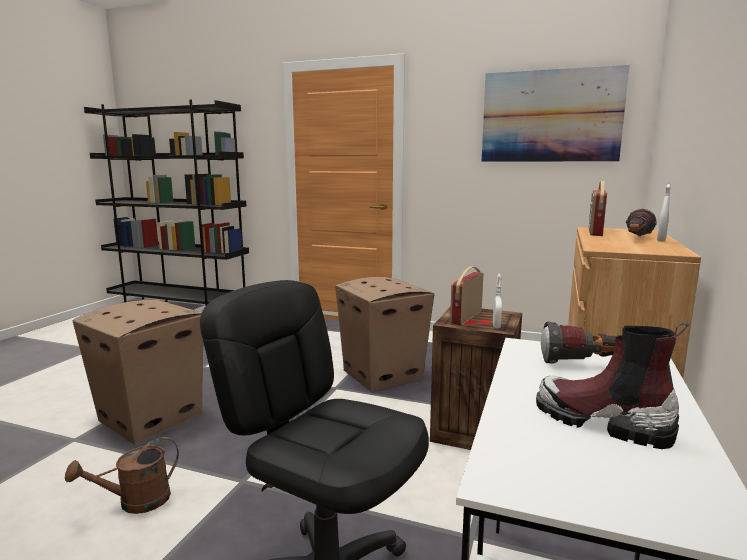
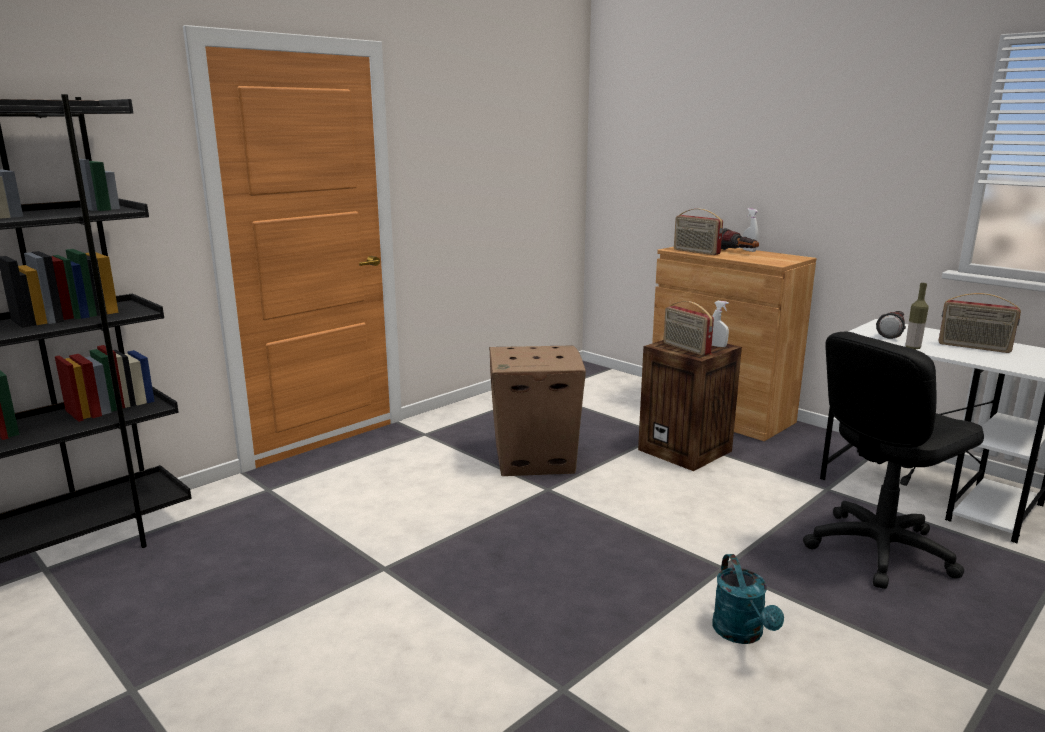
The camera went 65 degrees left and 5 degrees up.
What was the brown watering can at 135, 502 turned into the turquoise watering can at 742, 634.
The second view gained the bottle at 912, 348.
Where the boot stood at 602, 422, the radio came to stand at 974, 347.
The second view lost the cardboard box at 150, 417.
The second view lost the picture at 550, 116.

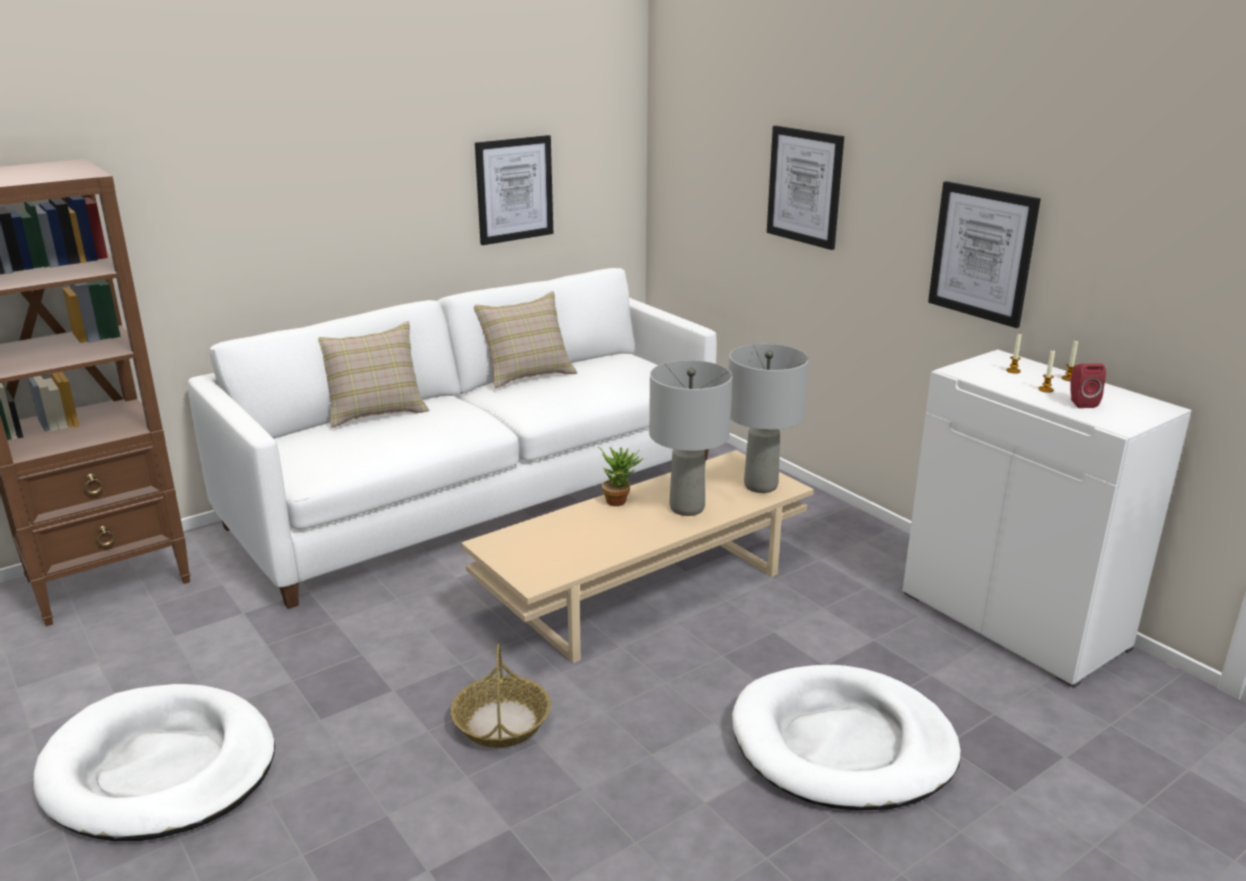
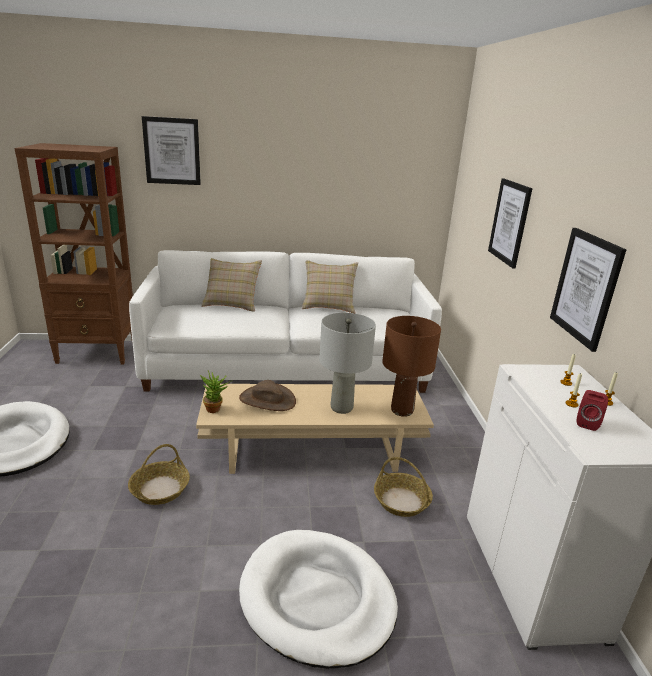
The camera went 30 degrees right and 0 degrees up.
The picture ended up elsewhere, having gone from 514, 189 to 172, 151.
The potted plant ended up elsewhere, having gone from 619, 500 to 216, 409.
The second view gained the brown hat at 267, 400.
The second view gained the basket at 402, 501.
What was the grey table lamp at 761, 486 turned into the brown table lamp at 402, 411.

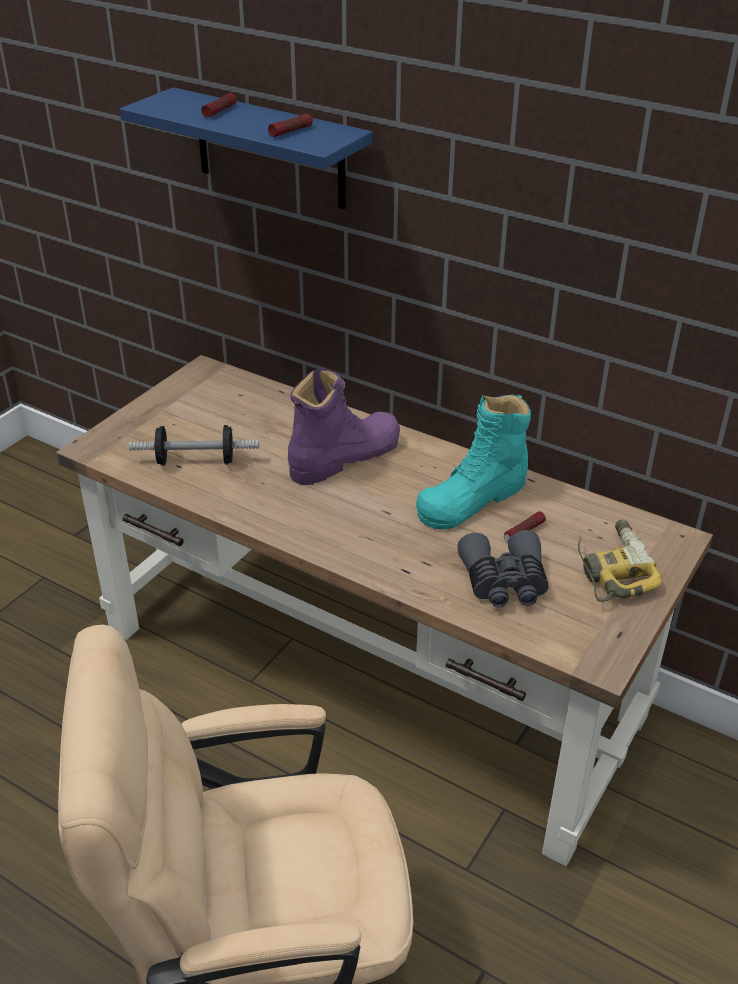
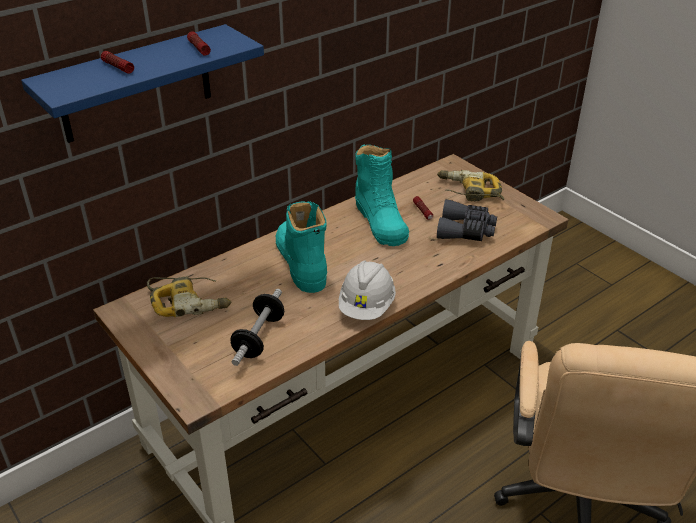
The camera went 70 degrees left and 0 degrees up.
The second view gained the power drill at 189, 301.
What was the purple boot at 344, 457 turned into the turquoise boot at 301, 262.
The second view gained the white hard hat at 367, 306.

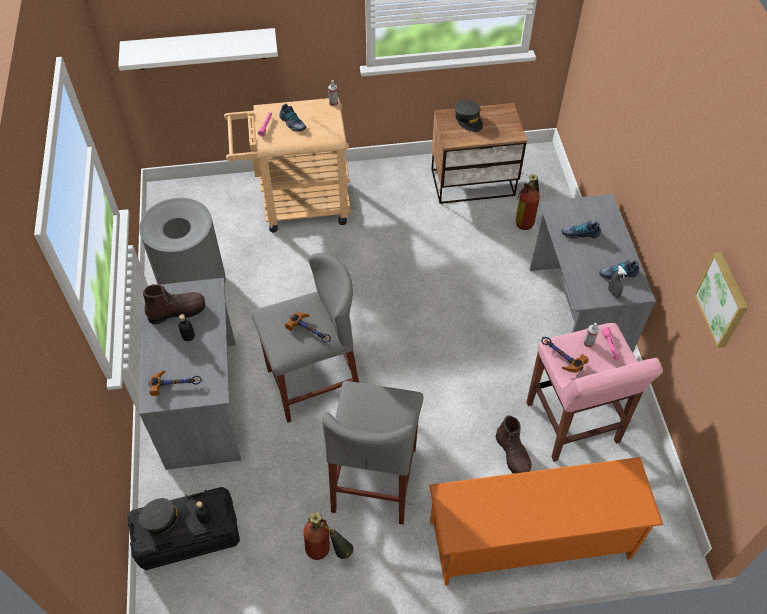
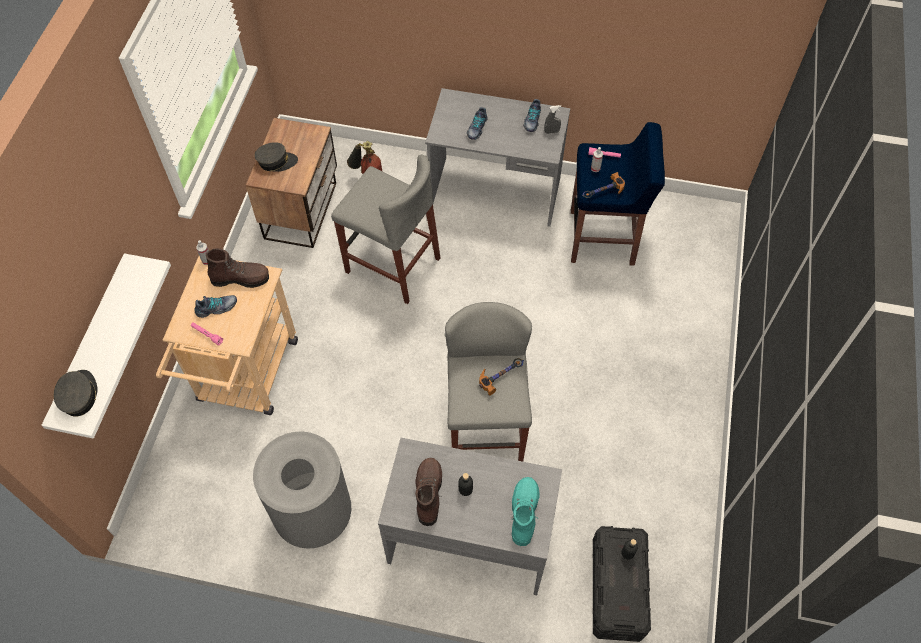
The camera went 70 degrees left and 5 degrees up.
The grey cap ended up elsewhere, having gone from 164, 518 to 79, 395.
The brown boot ended up elsewhere, having gone from 512, 454 to 241, 278.
The grey stool ended up elsewhere, having gone from 374, 479 to 392, 265.
Where the hammer stood at 177, 384, the turquoise boot came to stand at 523, 513.
What was the pink stool at 572, 424 turned into the blue stool at 603, 238.
The second view lost the fire extinguisher at 327, 553.
The second view lost the orange shoe rack at 530, 540.
The second view lost the picture at 723, 300.

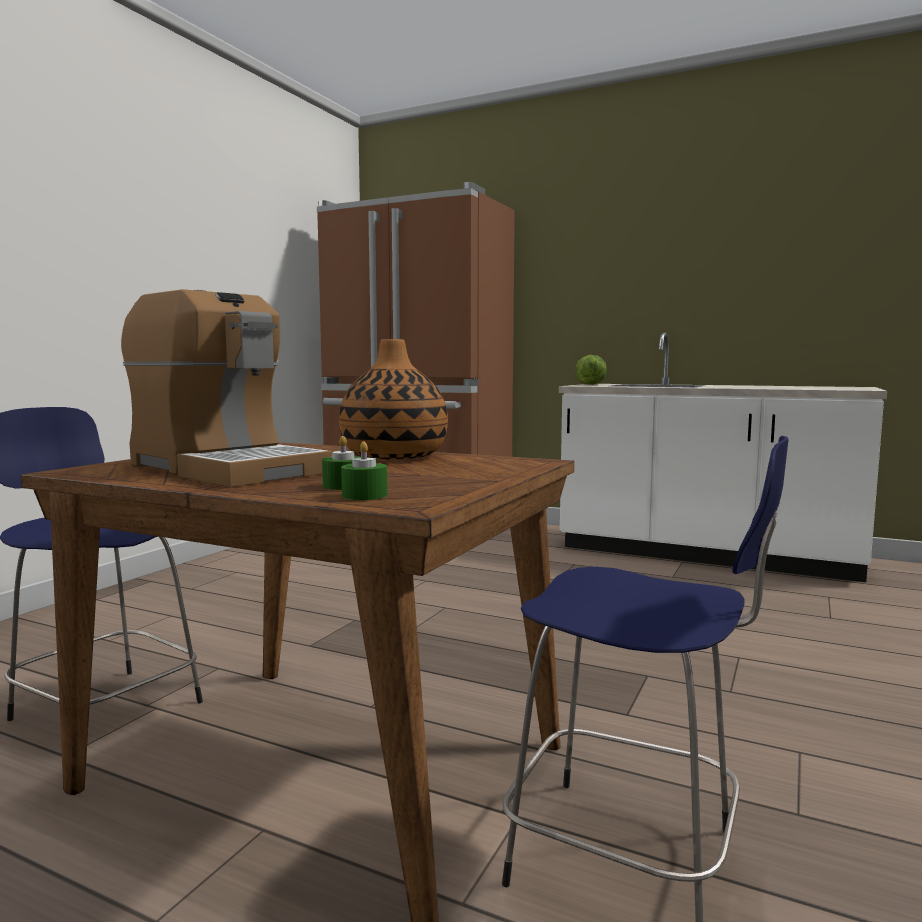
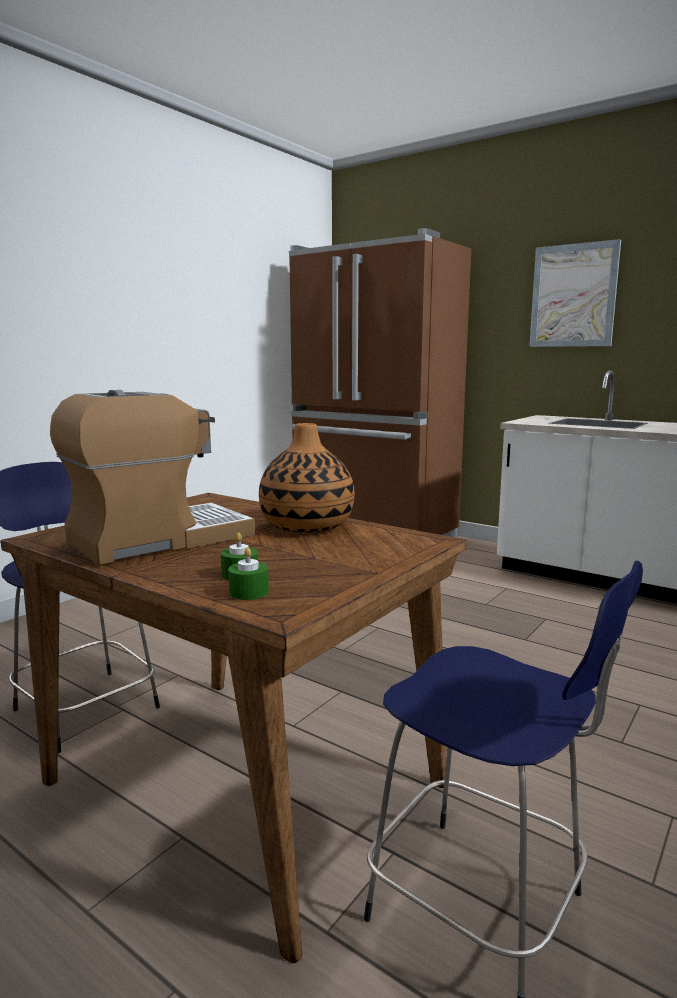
The camera went 10 degrees right and 5 degrees up.
The coffee machine at 225, 469 ended up facing another way, 90 degrees counterclockwise from before.
The second view gained the picture at 573, 296.
The second view lost the lettuce at 592, 384.

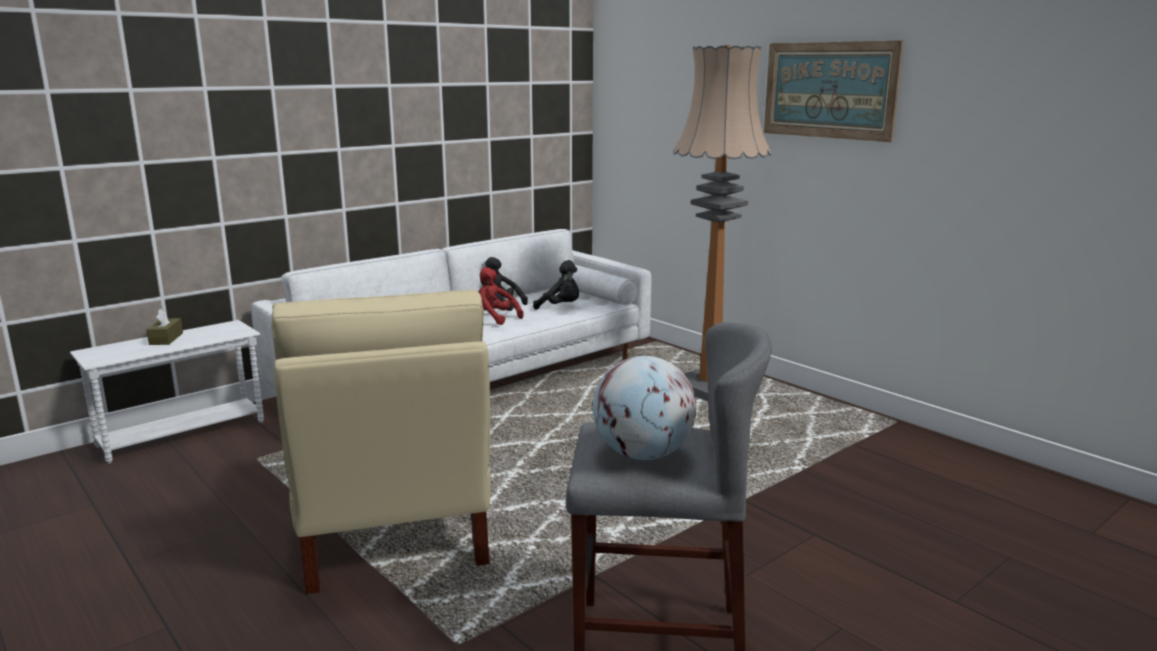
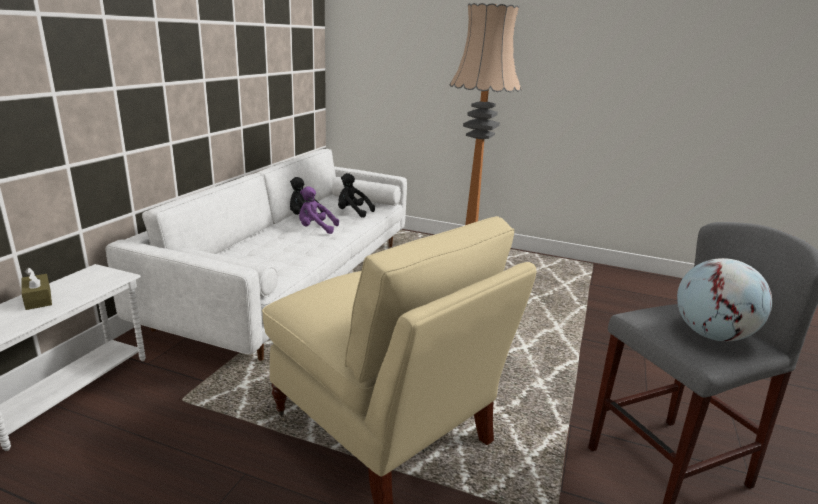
The camera went 30 degrees left and 5 degrees up.
What was the red plush toy at 493, 319 turned into the purple plush toy at 315, 229.
The black plush toy at 560, 307 ended up facing another way, 150 degrees counterclockwise from before.
The second view lost the picture at 829, 90.

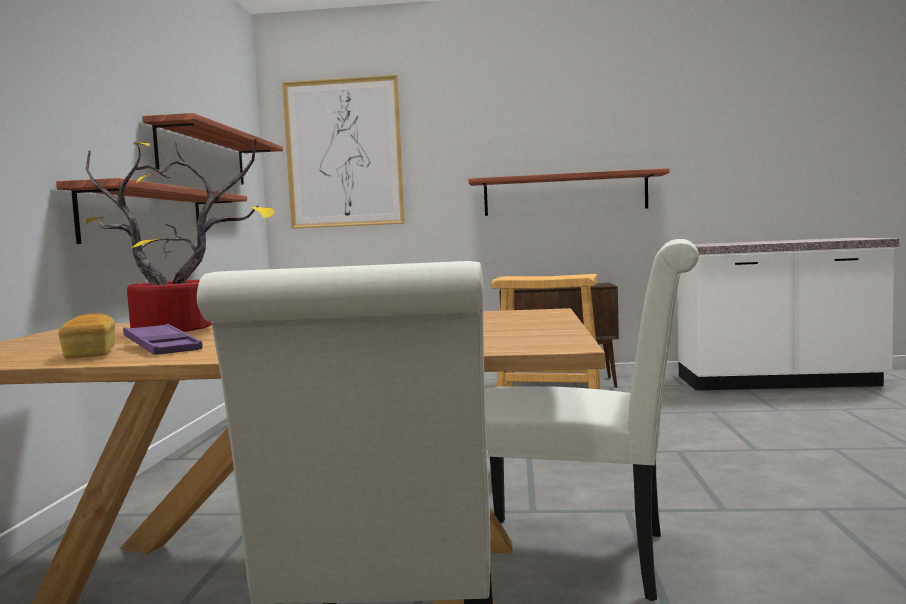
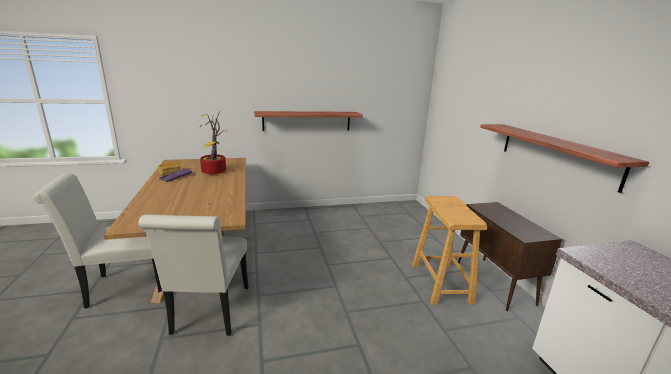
The camera went 70 degrees right and 15 degrees up.
The second view lost the shelf at 203, 156.
The second view lost the picture at 344, 153.

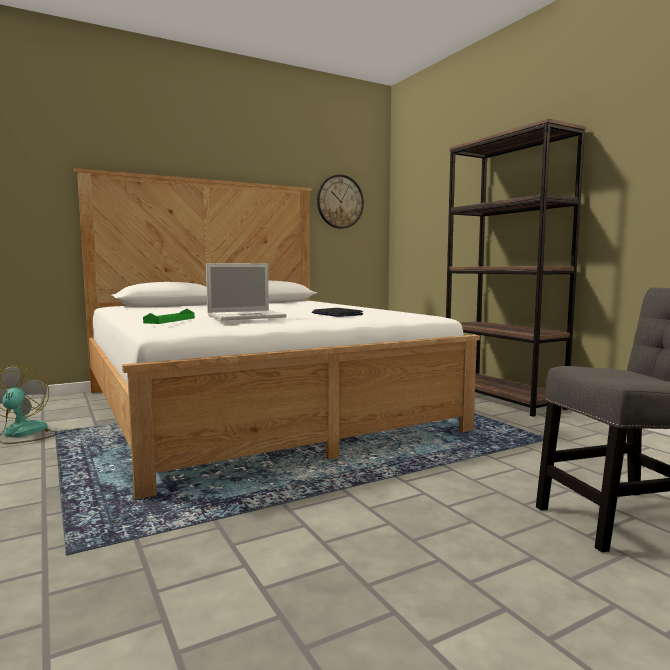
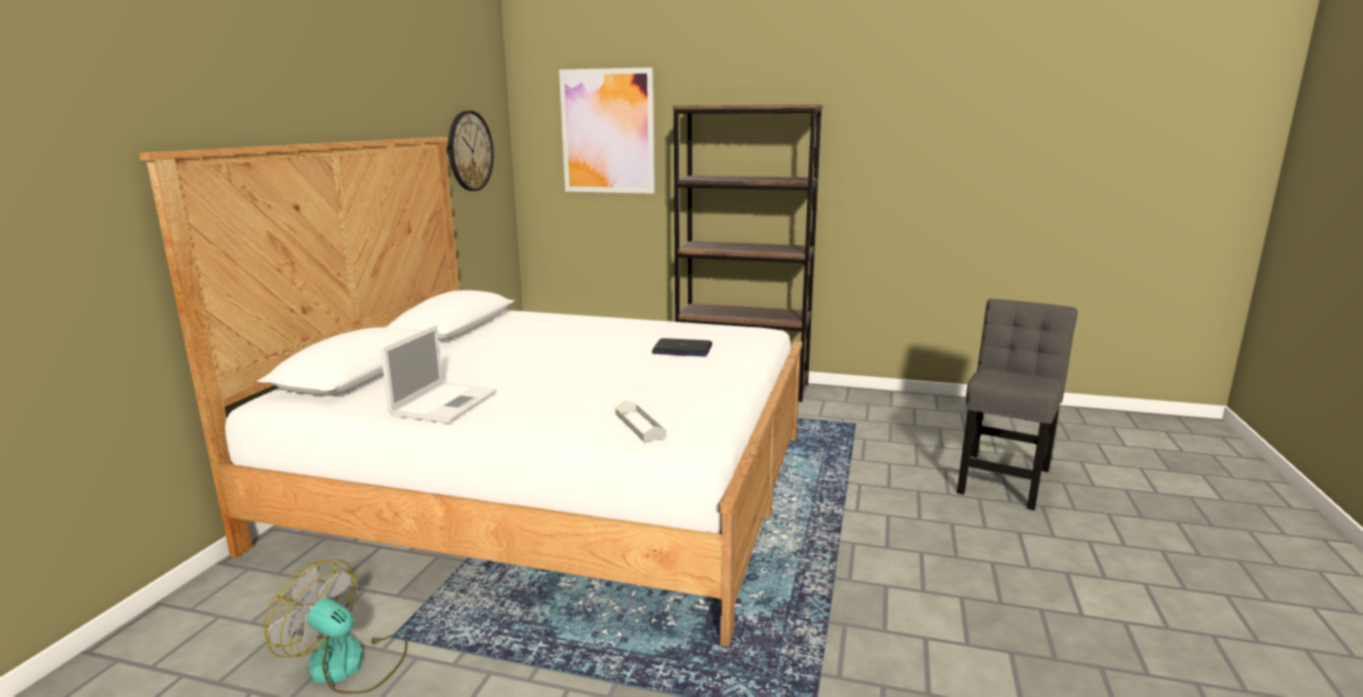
The camera went 45 degrees left and 10 degrees up.
The laptop ended up elsewhere, having gone from 247, 316 to 445, 403.
The second view gained the picture at 608, 131.
What was the green tray at 170, 320 turned into the grey tray at 640, 425.

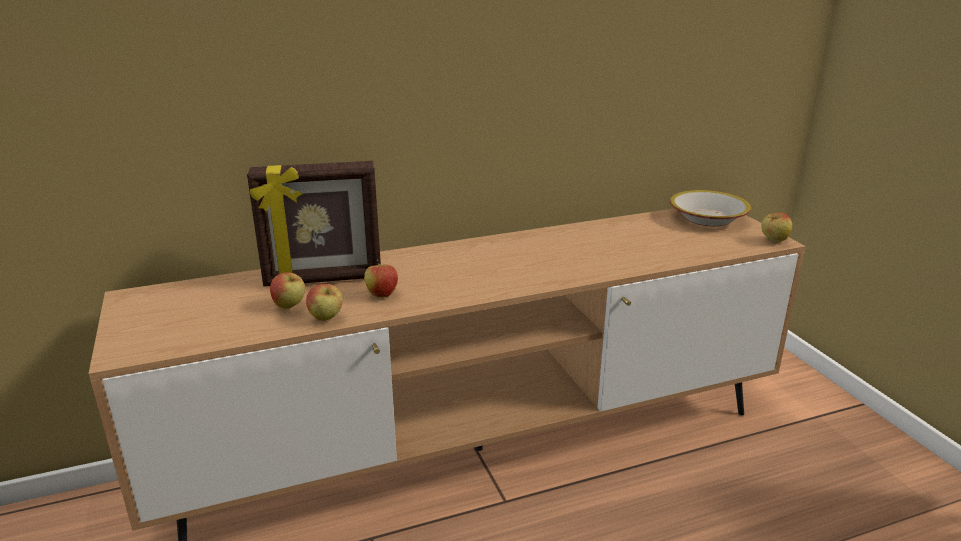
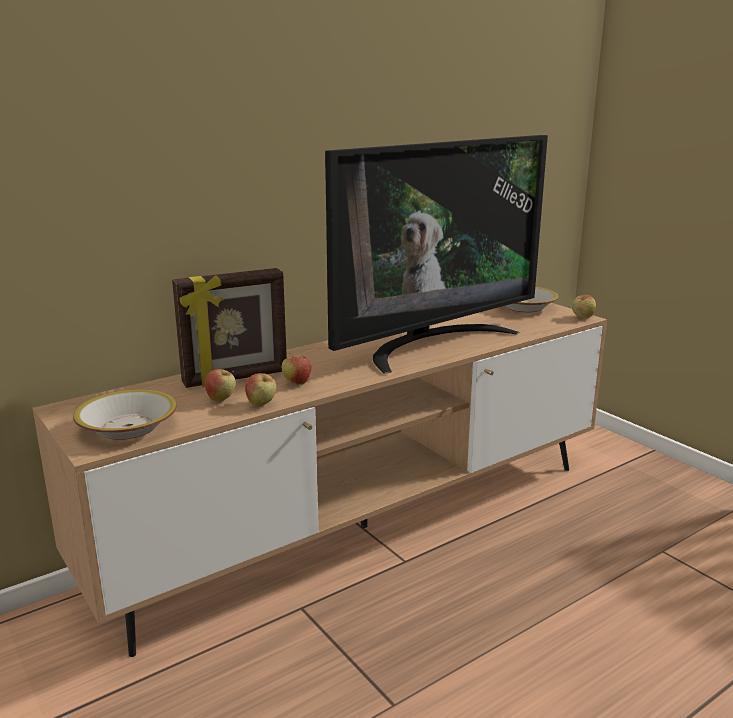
The camera went 15 degrees left and 5 degrees down.
The second view gained the bowl at 128, 427.
The second view gained the television at 432, 343.

